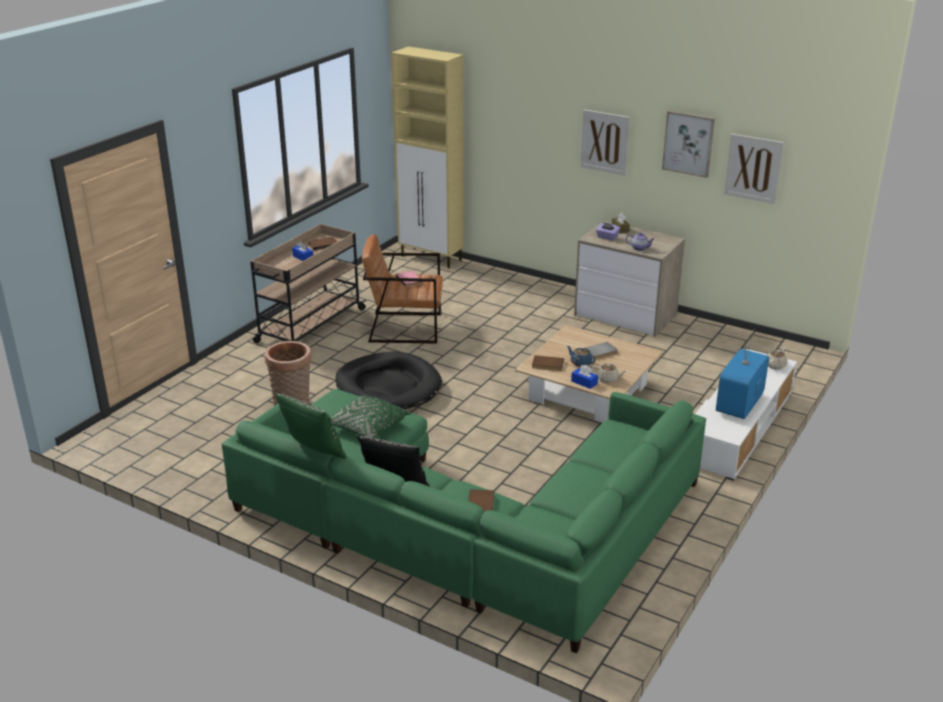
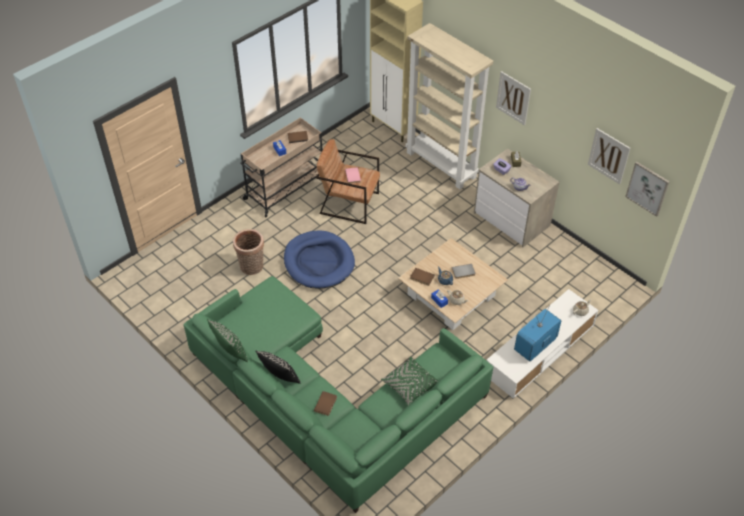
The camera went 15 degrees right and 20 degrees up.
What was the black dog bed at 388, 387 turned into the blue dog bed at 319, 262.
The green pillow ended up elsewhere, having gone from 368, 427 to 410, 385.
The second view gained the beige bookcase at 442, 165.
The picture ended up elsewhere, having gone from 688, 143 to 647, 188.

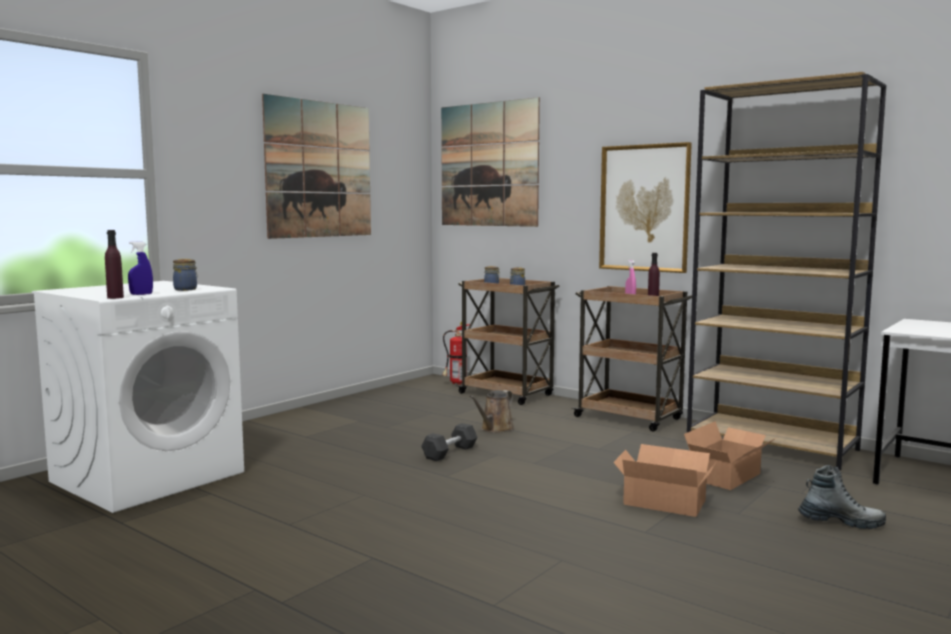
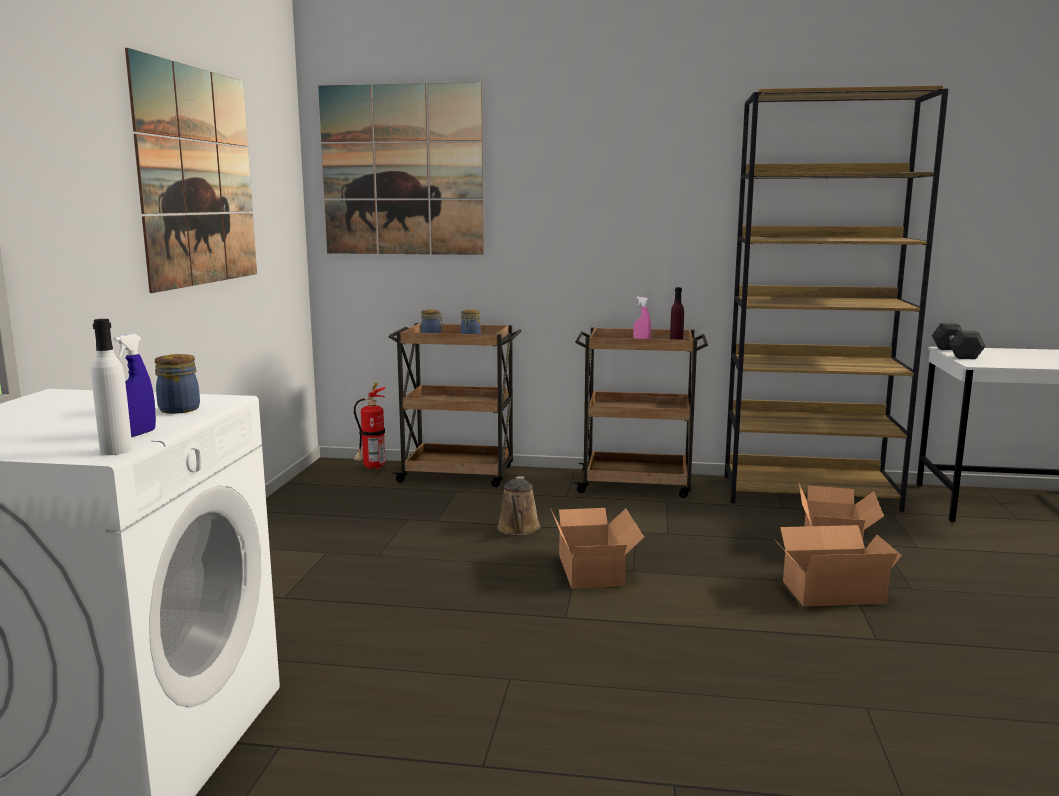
The camera went 30 degrees left and 5 degrees up.
What was the purple bottle at 115, 297 turned into the white bottle at 116, 450.
The second view gained the cardboard box at 593, 569.
The grey dumbbell ended up elsewhere, having gone from 450, 452 to 956, 353.
The second view lost the picture at 644, 208.
The second view lost the boot at 840, 522.

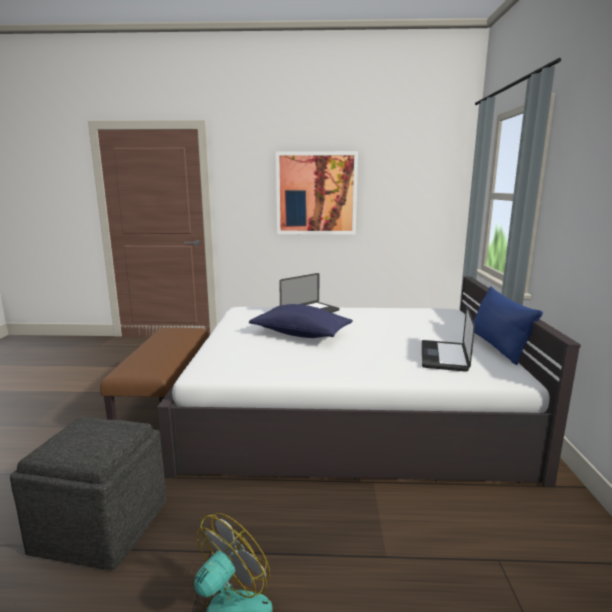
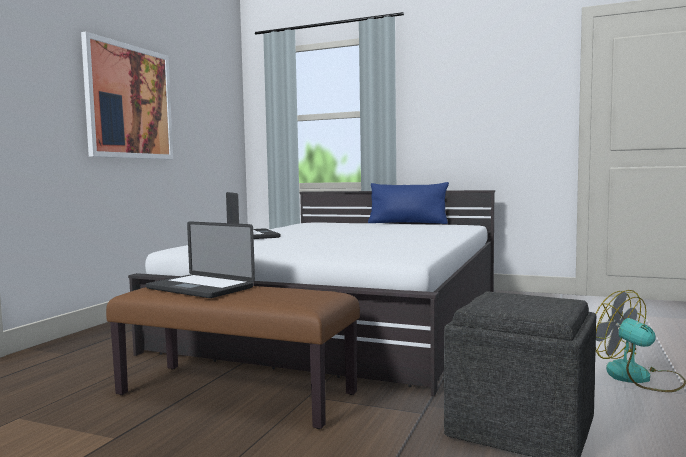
The camera went 70 degrees left and 10 degrees down.
The laptop ended up elsewhere, having gone from 444, 356 to 200, 288.
The second view lost the blue pillow at 301, 334.

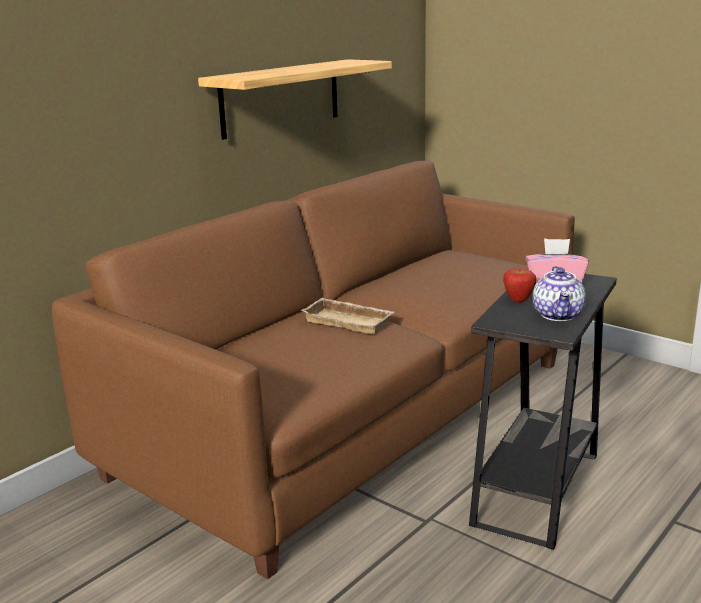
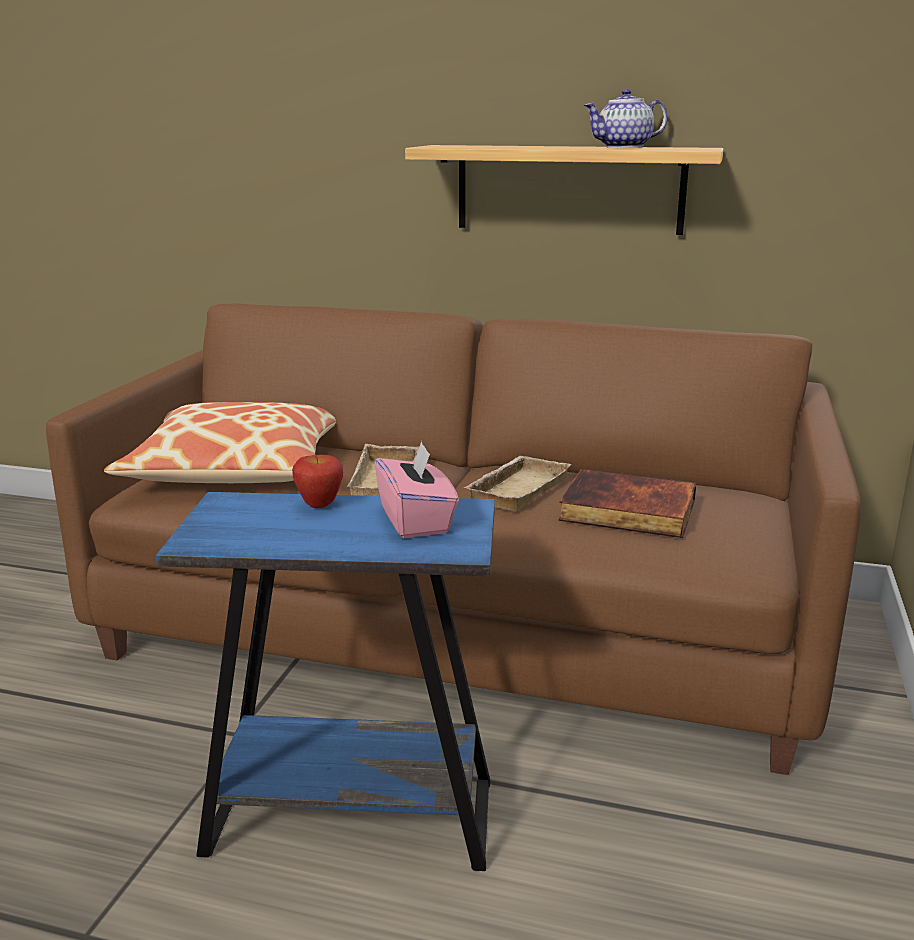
The camera went 65 degrees right and 0 degrees up.
The second view gained the pillow at 238, 468.
What was the black side table at 537, 489 turned into the blue side table at 351, 817.
The second view gained the beige tray at 516, 489.
The second view gained the book at 626, 511.
The teapot ended up elsewhere, having gone from 558, 315 to 623, 147.

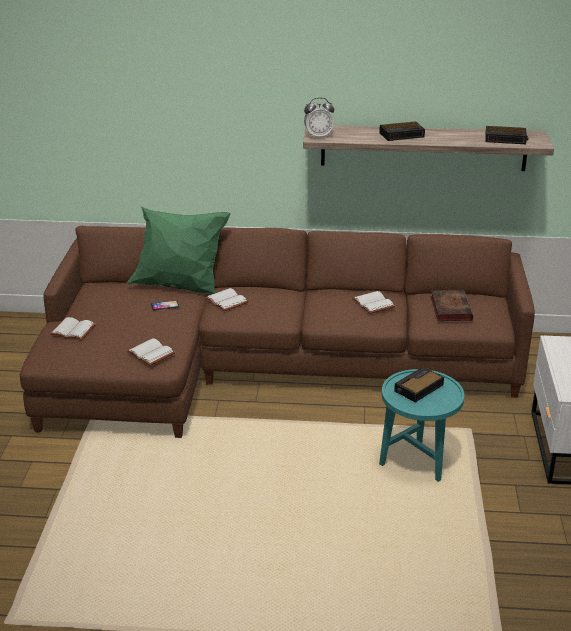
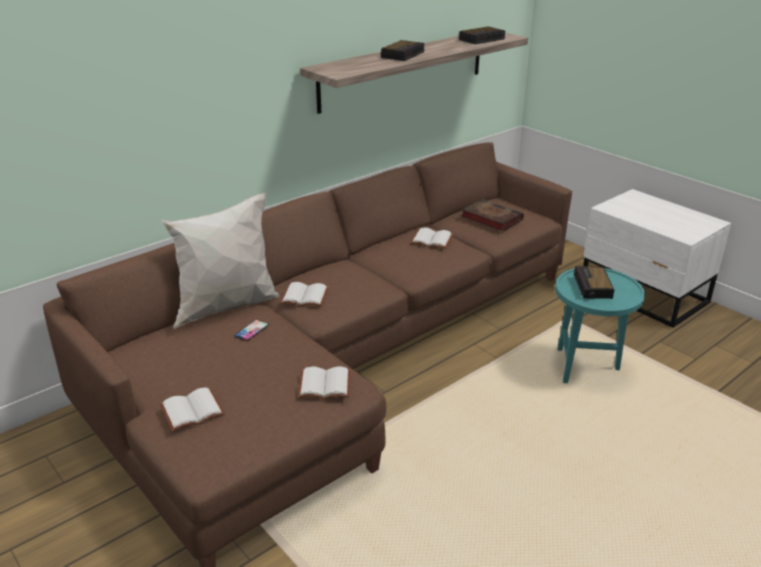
The camera went 45 degrees left and 0 degrees up.
What was the green pillow at 180, 287 turned into the white pillow at 228, 307.
The second view lost the alarm clock at 318, 136.

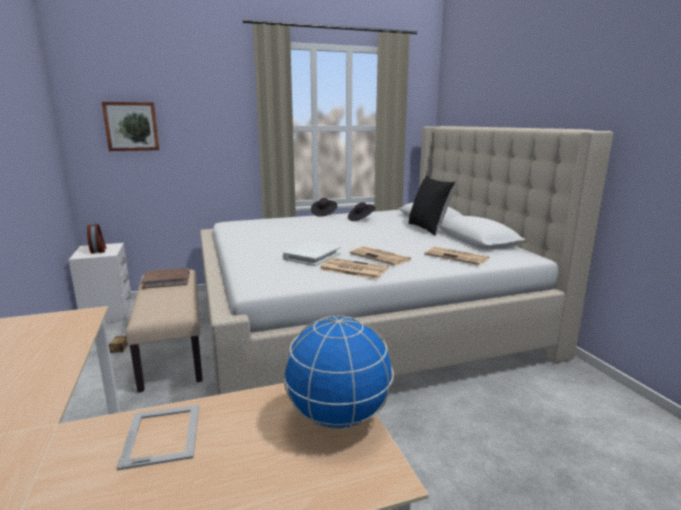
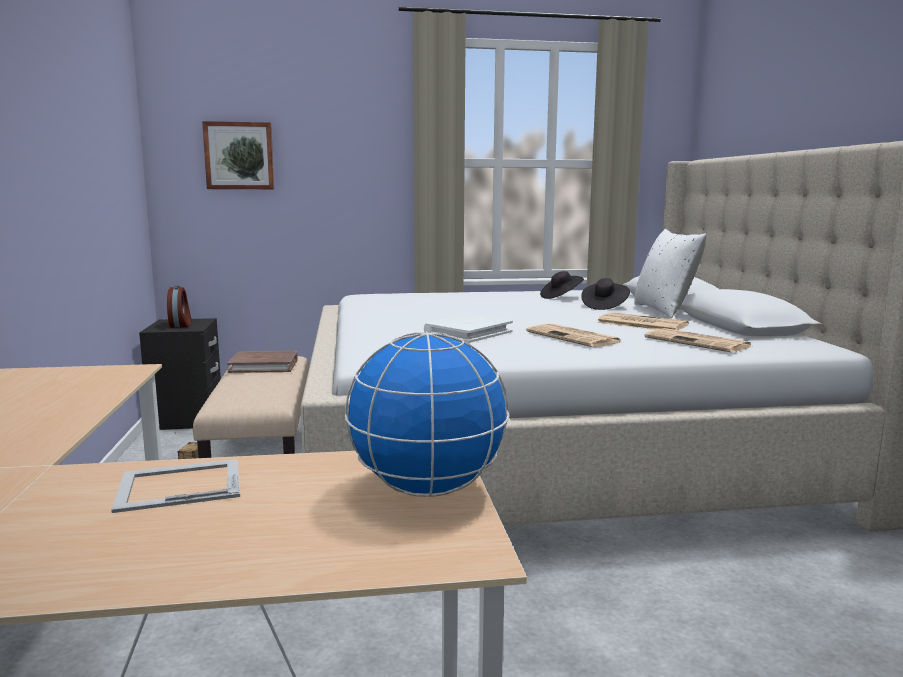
The camera went 10 degrees right and 5 degrees down.
The picture frame at 163, 434 ended up facing another way, 105 degrees counterclockwise from before.
What was the white nightstand at 108, 314 turned into the black nightstand at 187, 418.
The black hat ended up elsewhere, having gone from 324, 214 to 604, 306.
The newspaper ended up elsewhere, having gone from 352, 269 to 640, 324.
What was the black pillow at 428, 228 turned into the white pillow at 665, 310.

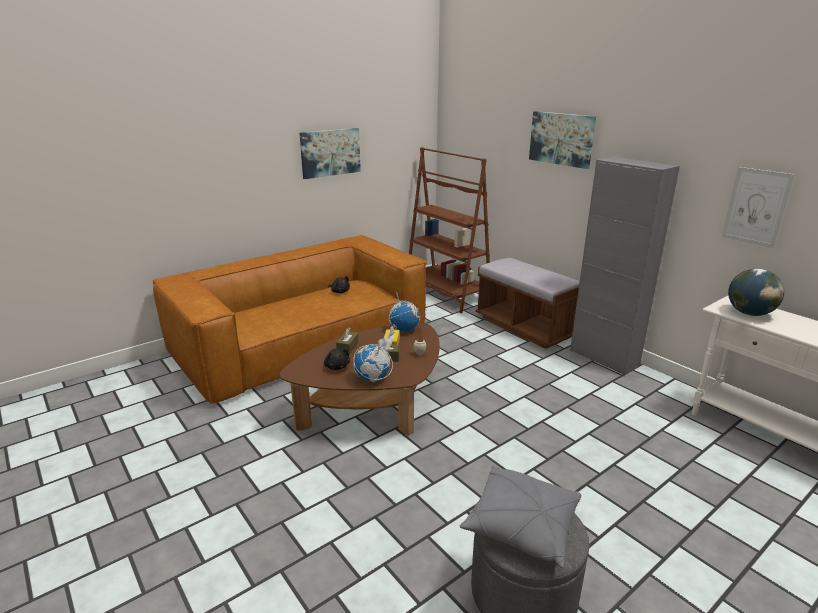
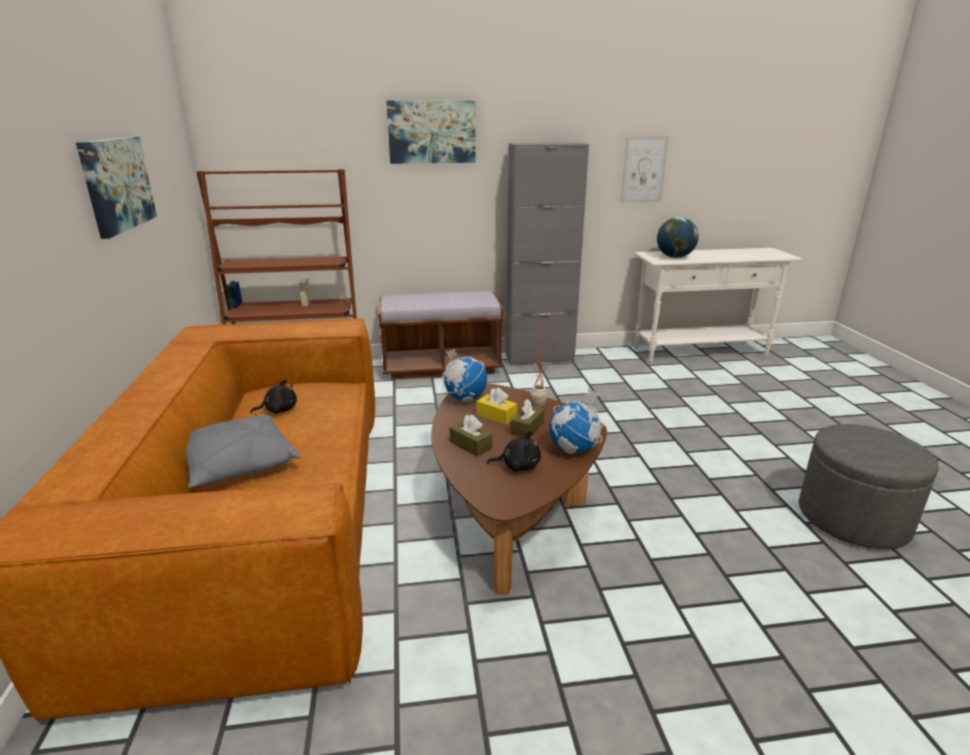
The camera went 60 degrees left and 0 degrees up.
The grey pillow ended up elsewhere, having gone from 521, 525 to 238, 465.

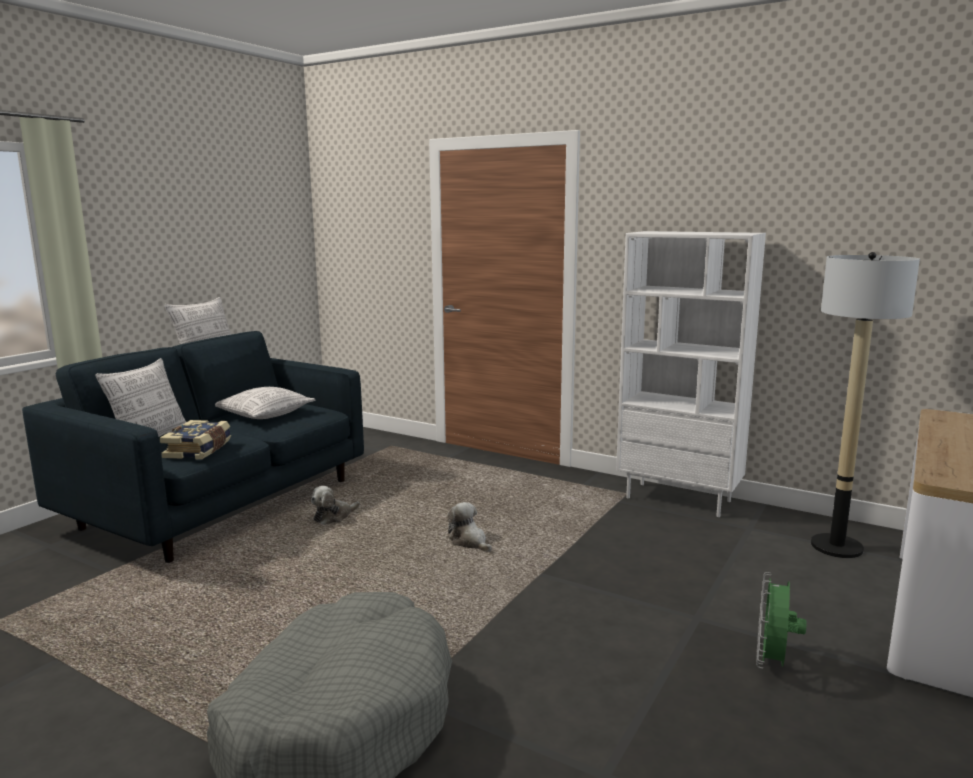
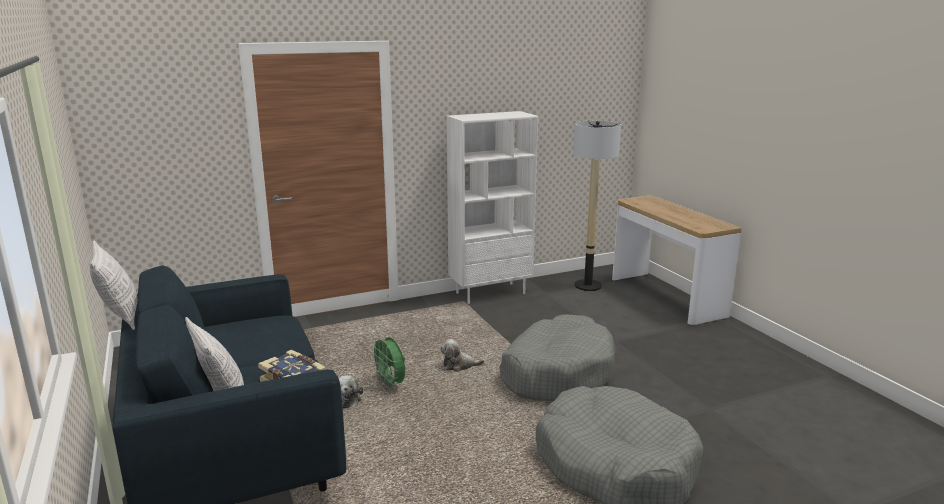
The camera went 55 degrees left and 5 degrees up.
The green fan ended up elsewhere, having gone from 772, 662 to 390, 385.
The second view gained the grey dog bed at 557, 373.
The second view lost the pillow at 264, 415.

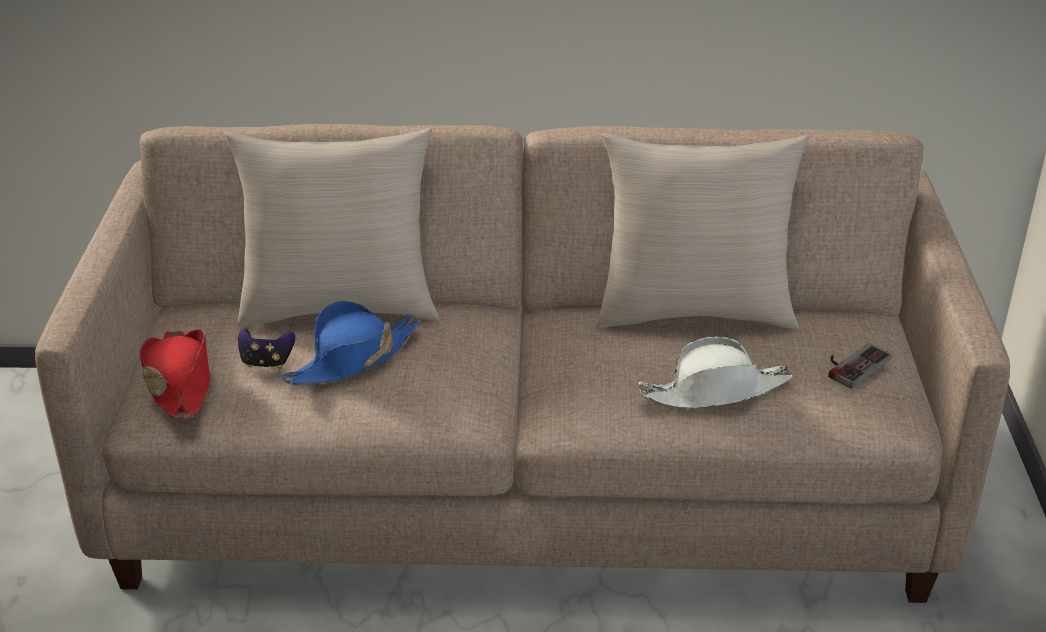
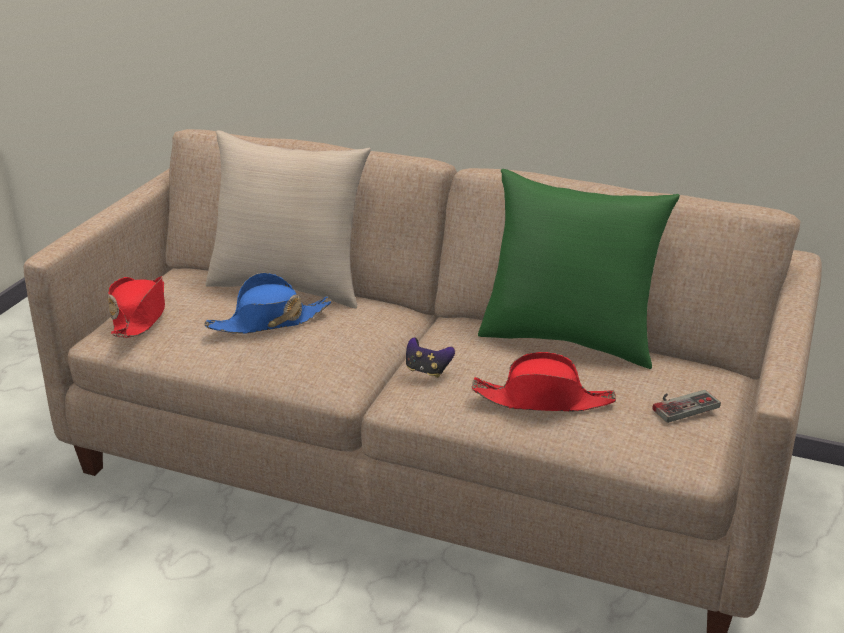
The camera went 20 degrees right and 5 degrees down.
The game controller ended up elsewhere, having gone from 266, 363 to 427, 371.
What was the white hat at 715, 391 turned into the red hat at 543, 400.
What was the beige pillow at 694, 311 turned into the green pillow at 569, 339.

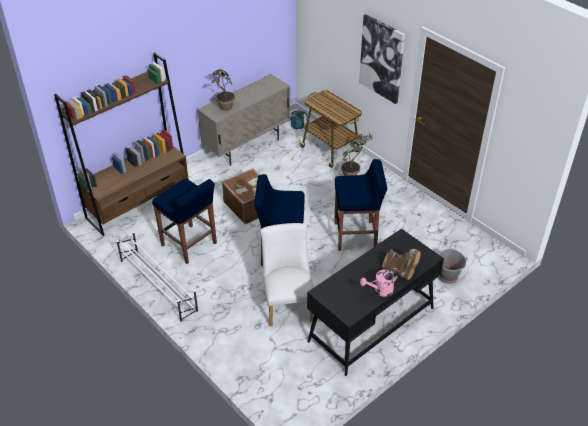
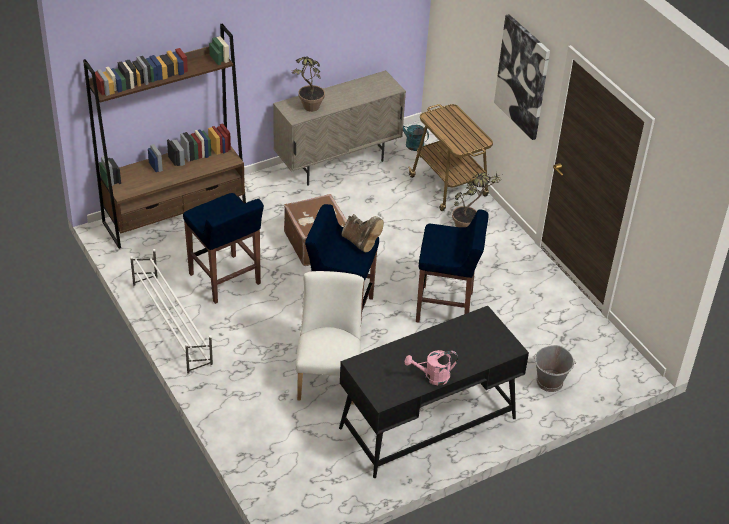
The camera went 10 degrees right and 0 degrees up.
The brown boot ended up elsewhere, having gone from 400, 272 to 361, 243.

